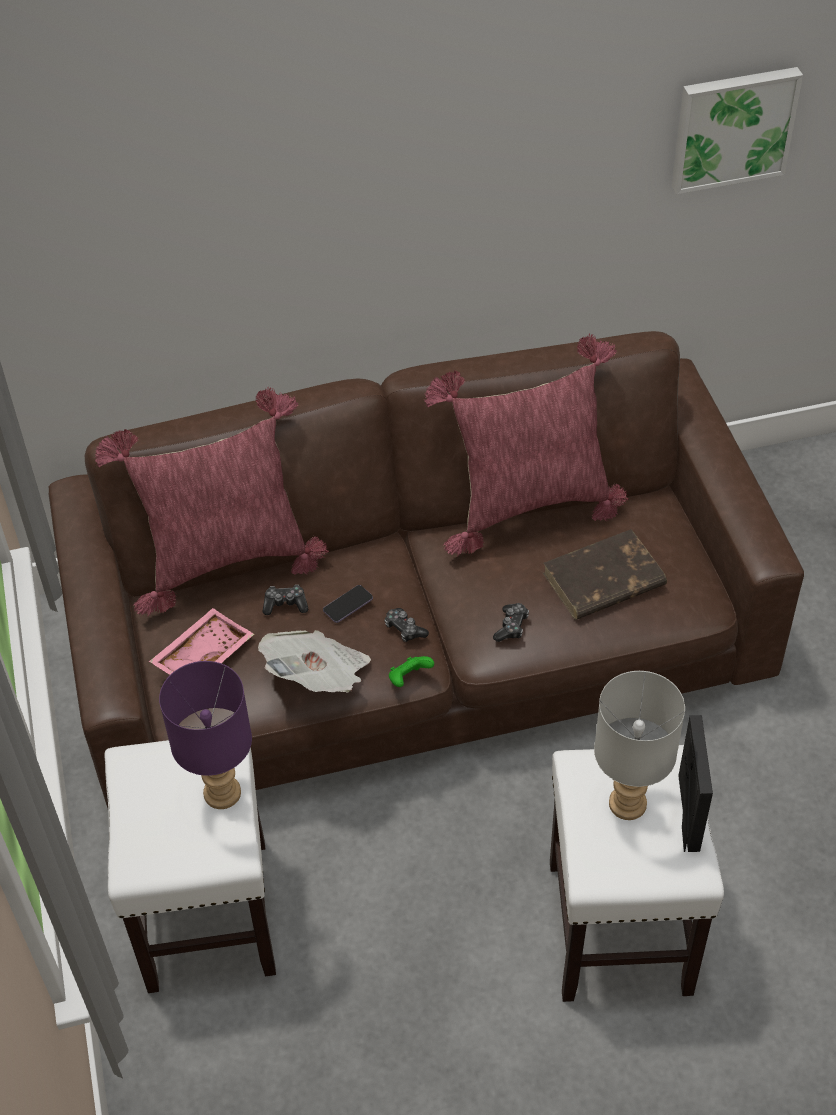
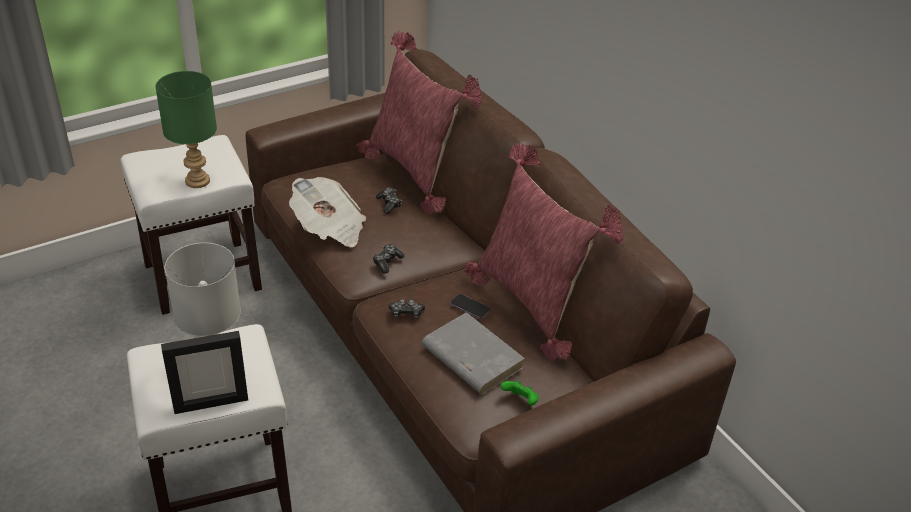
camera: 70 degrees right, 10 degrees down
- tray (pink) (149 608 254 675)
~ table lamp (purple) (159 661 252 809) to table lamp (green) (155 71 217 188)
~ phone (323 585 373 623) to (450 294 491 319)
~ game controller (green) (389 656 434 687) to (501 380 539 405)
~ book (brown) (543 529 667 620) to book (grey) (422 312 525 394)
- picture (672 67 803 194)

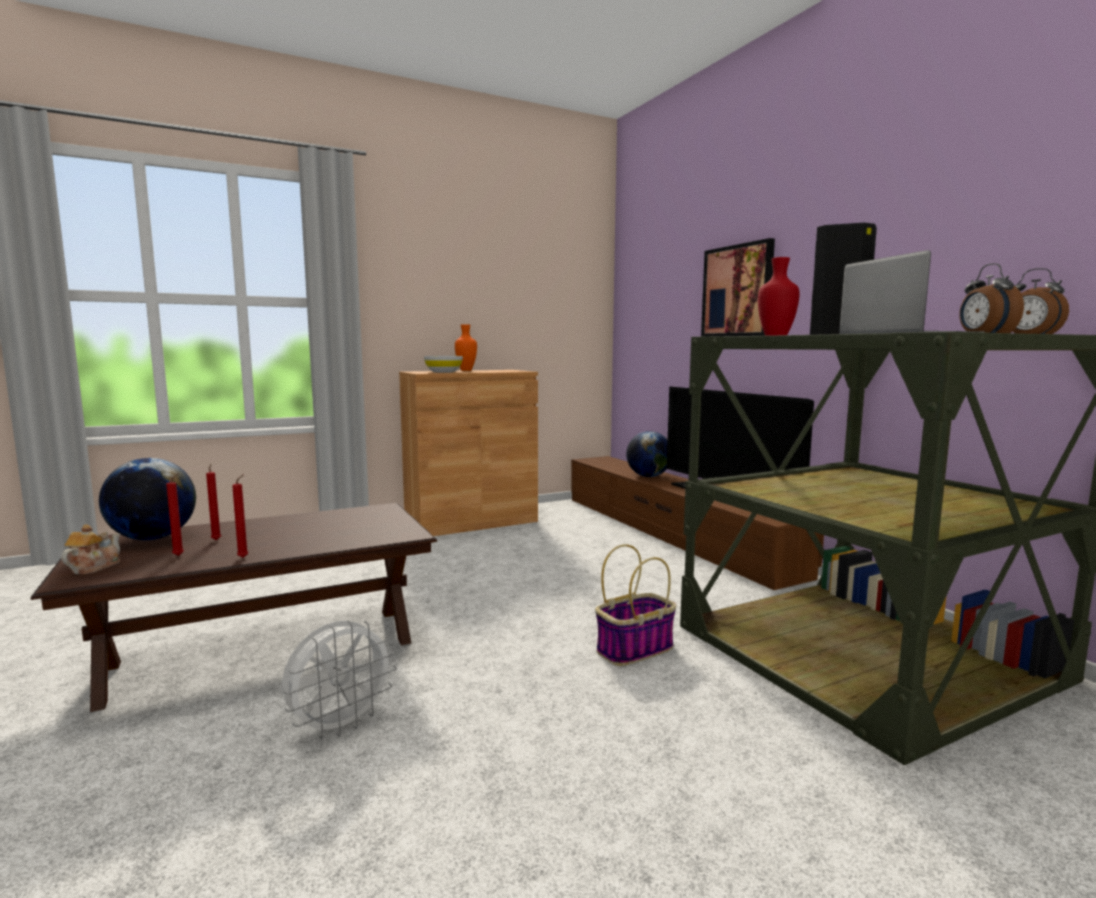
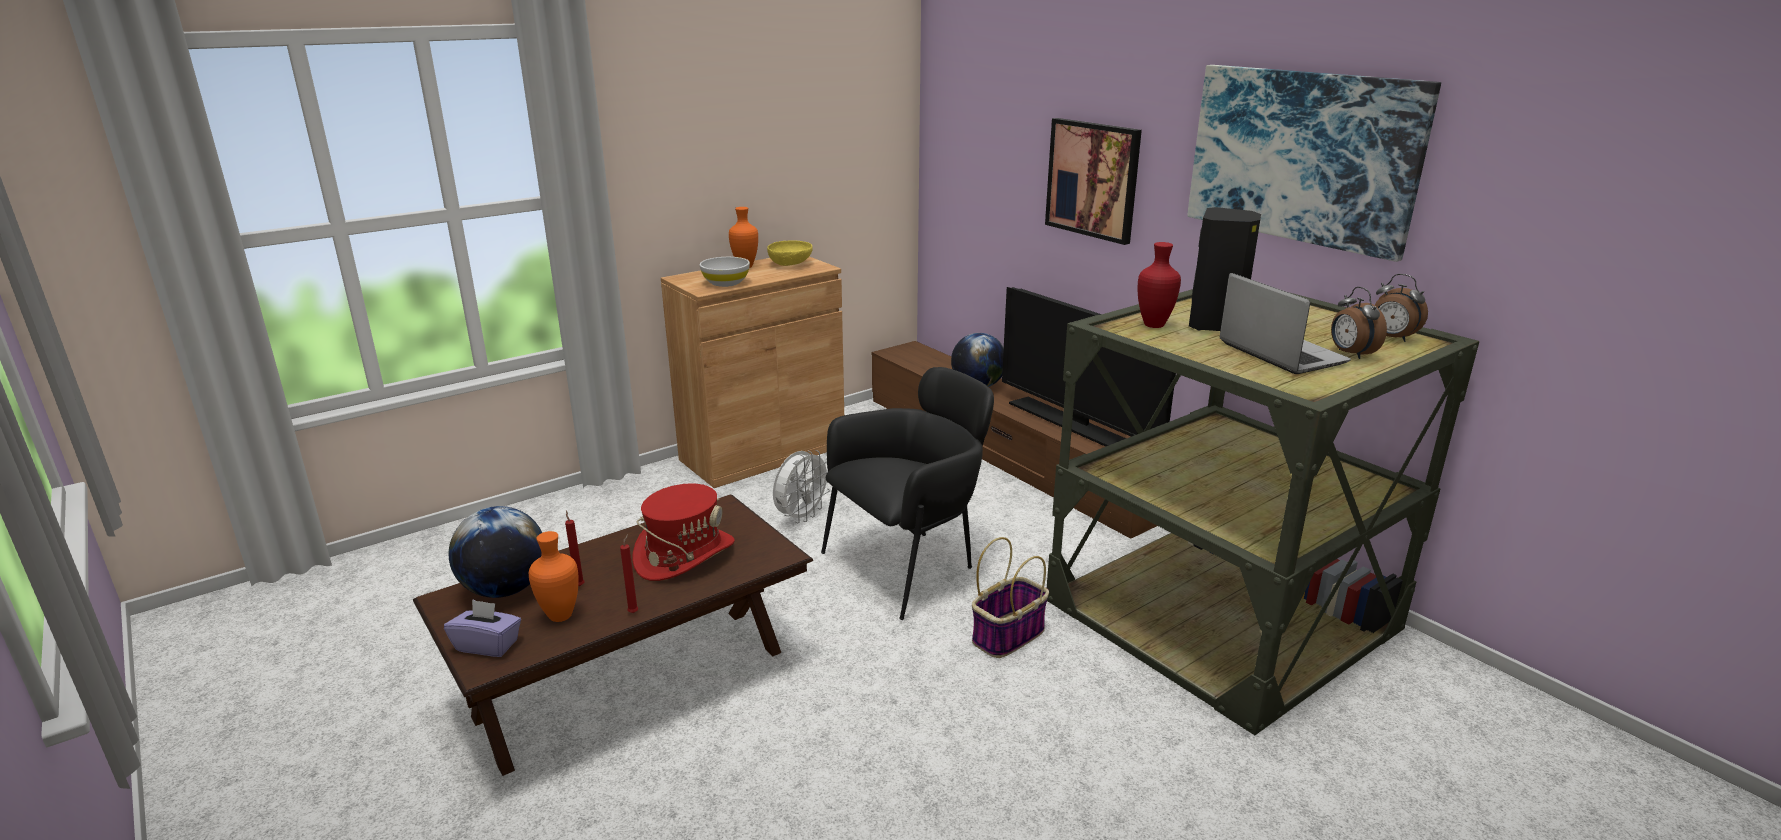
camera: 10 degrees left, 15 degrees up
~ teapot (61 524 121 574) to tissue box (purple) (444 599 521 657)
~ candle (red) (166 473 184 556) to vase (orange) (529 531 579 622)
~ fan (white) (282 621 397 739) to (773 450 830 523)
+ hat (red) (632 483 734 581)
+ bowl (yellow) (767 241 813 266)
+ armchair (black) (821 367 994 620)
+ picture (1187 65 1441 262)

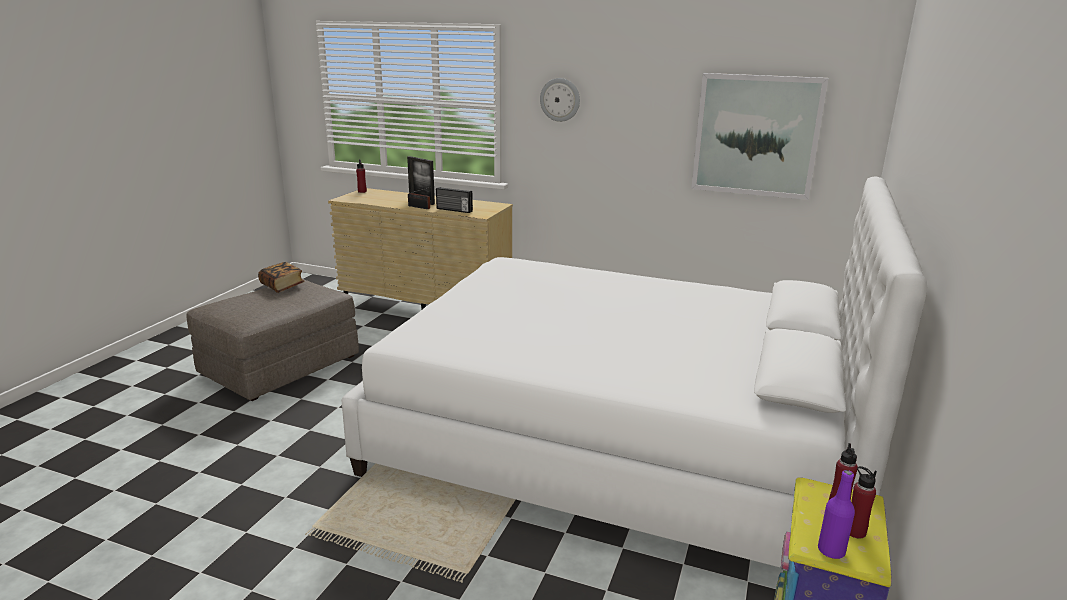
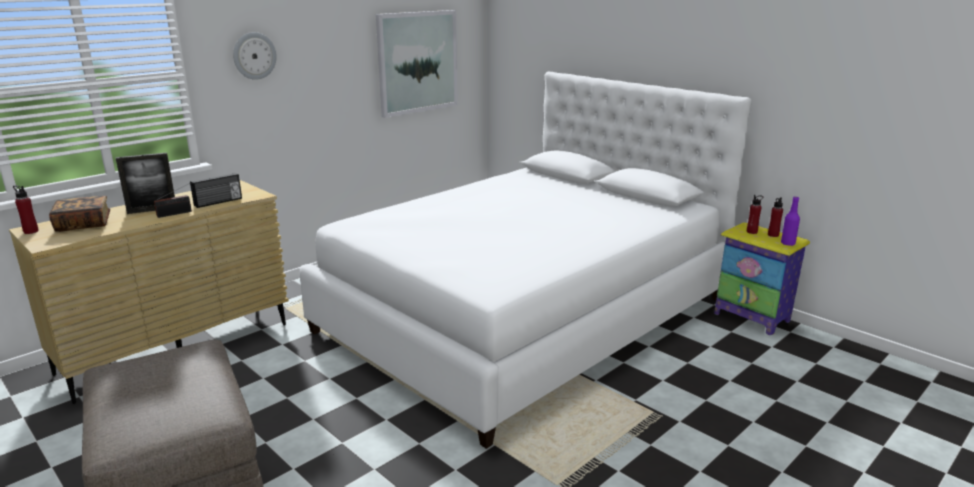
camera: 65 degrees left, 0 degrees up
~ book (258 262 305 293) to (49 195 110 232)

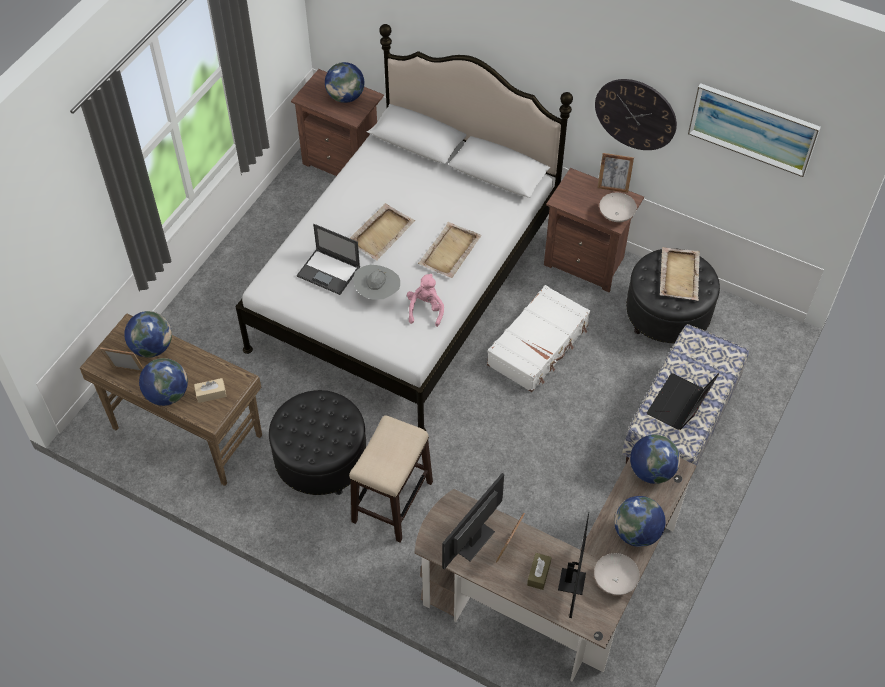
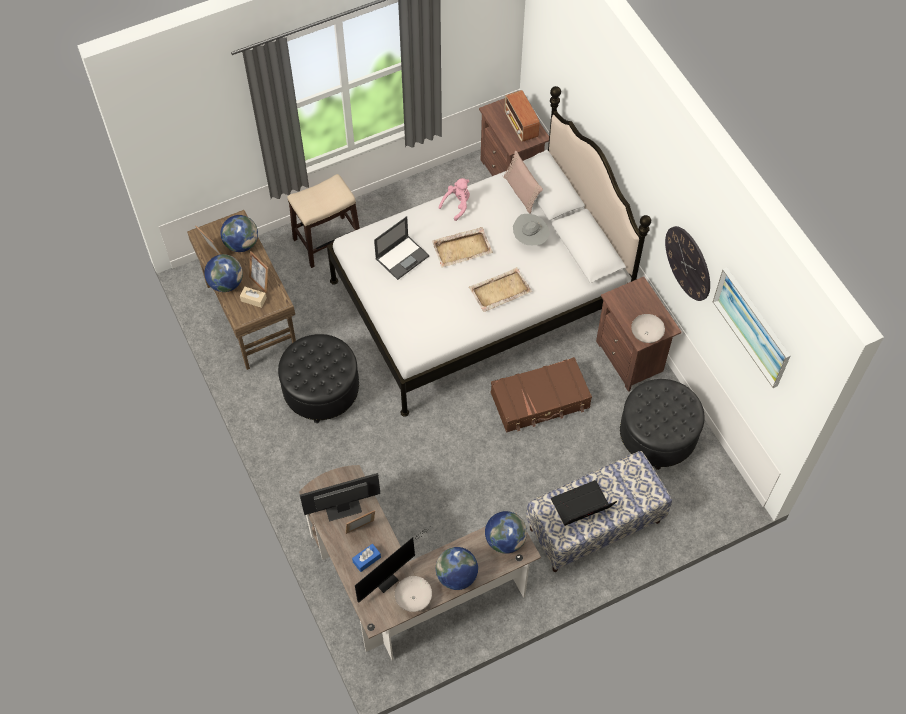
camera: 35 degrees right, 5 degrees up
~ laptop (297 224 360 295) = (374 216 429 280) 105 degrees counterclockwise
~ globe (325 62 364 103) to radio (504 90 540 142)
~ stool (349 415 433 543) to (287 174 360 268)
~ hat (grey) (354 264 400 300) to (513 214 550 245)
~ plush toy (pink) (407 274 444 327) to (439 178 470 221)
~ suitcase (white) (487 285 590 392) to suitcase (brown) (491 357 592 433)
~ tissue box (brown) (527 553 552 590) to tissue box (blue) (352 544 381 572)
~ picture frame (597 153 634 193) to (249 251 269 294)
- tray (beige) (660 247 700 301)
+ pillow (beige) (503 151 543 214)

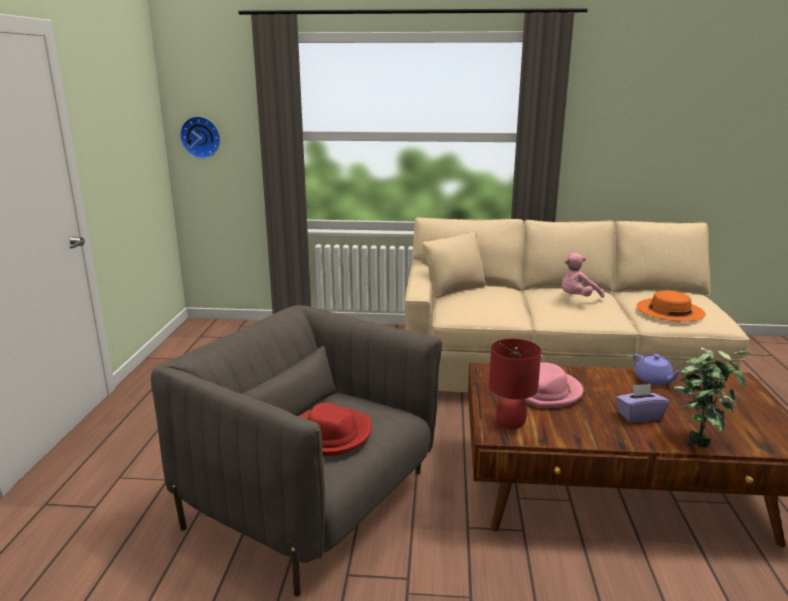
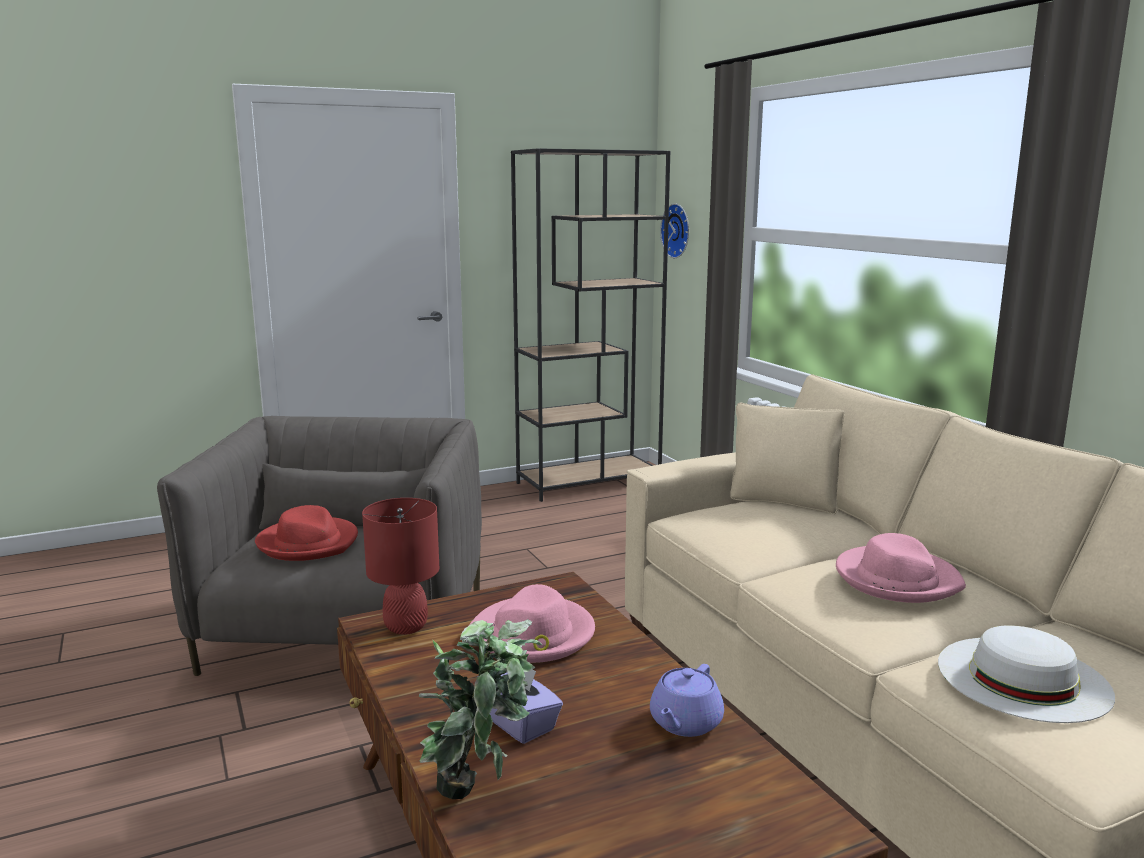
camera: 60 degrees right, 5 degrees down
~ plush toy (pink) (561 253 605 298) to hat (pink) (836 533 966 603)
~ hat (orange) (636 291 705 322) to hat (white) (938 625 1115 723)
+ bookcase (511 148 670 502)

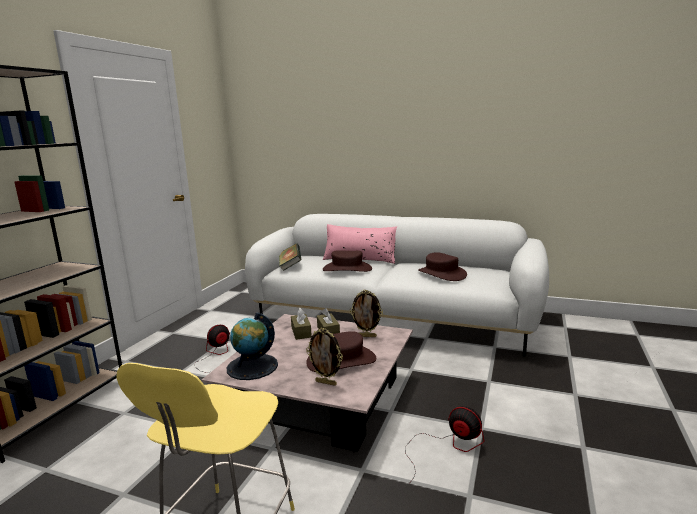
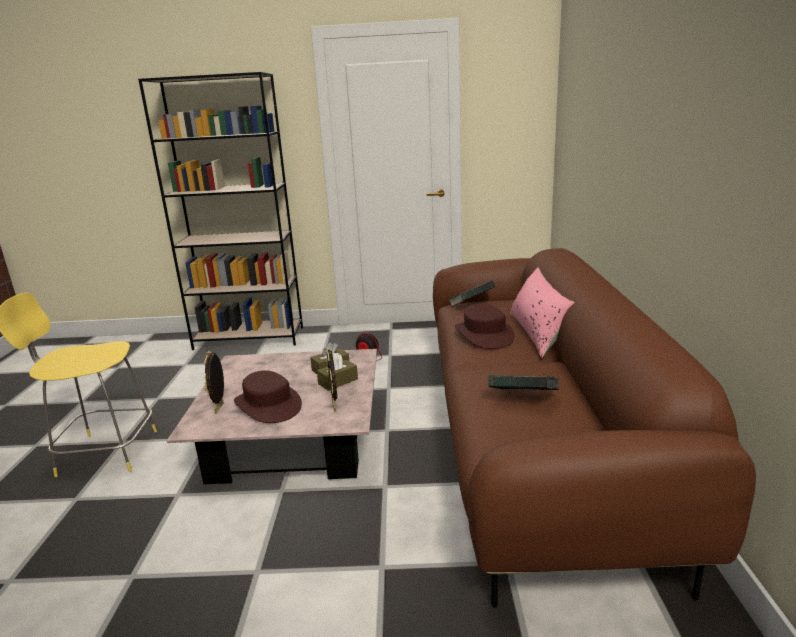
camera: 70 degrees right, 5 degrees up
- globe (227 313 278 380)
~ sofa (white) (245 214 549 357) to sofa (brown) (433 248 756 608)
- fan (405 406 484 481)
~ hat (brown) (418 252 467 281) to book (488 375 559 390)

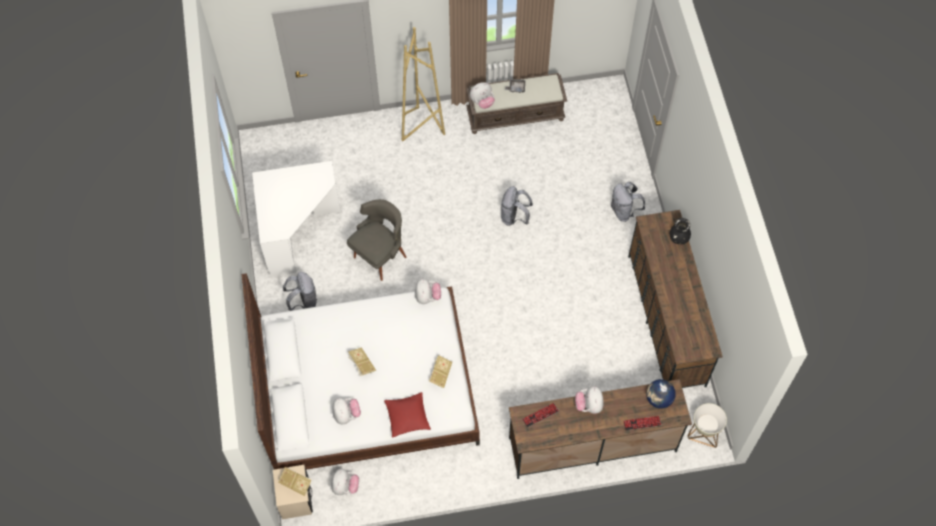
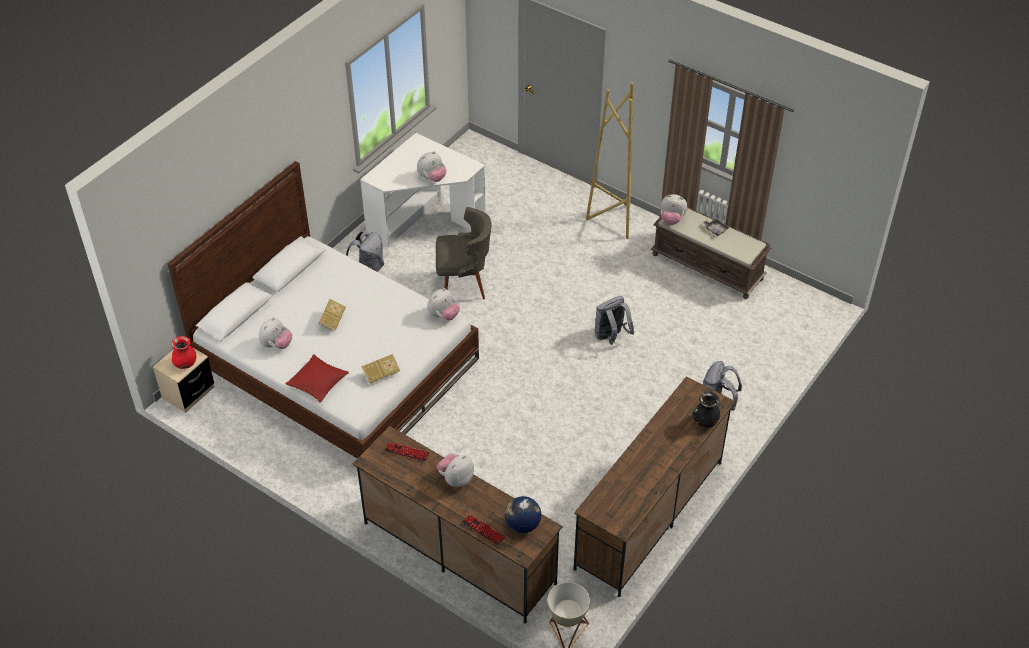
camera: 45 degrees right, 15 degrees down
~ book (278 467 312 496) to vase (red) (171 336 197 369)
~ plush toy (332 469 359 495) to (417 151 447 182)

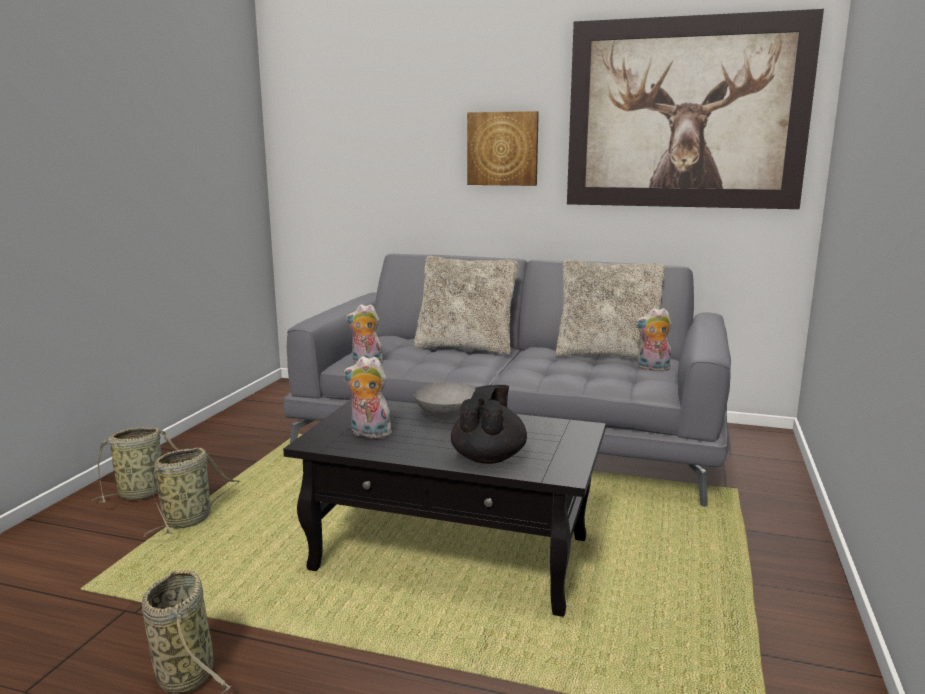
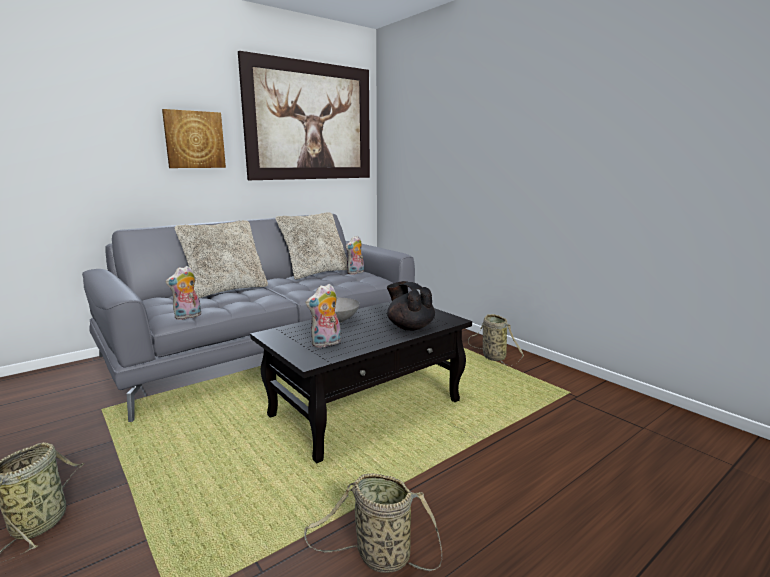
camera: 55 degrees left, 0 degrees up
~ basket (144 448 241 537) to (468 314 524 366)

